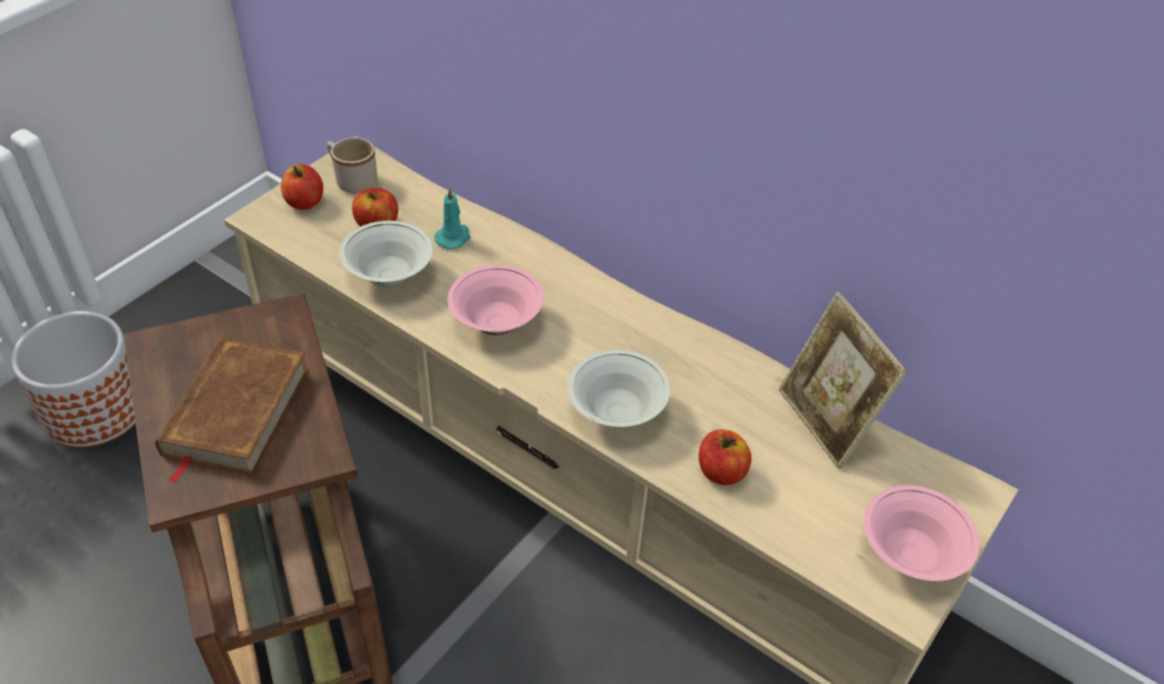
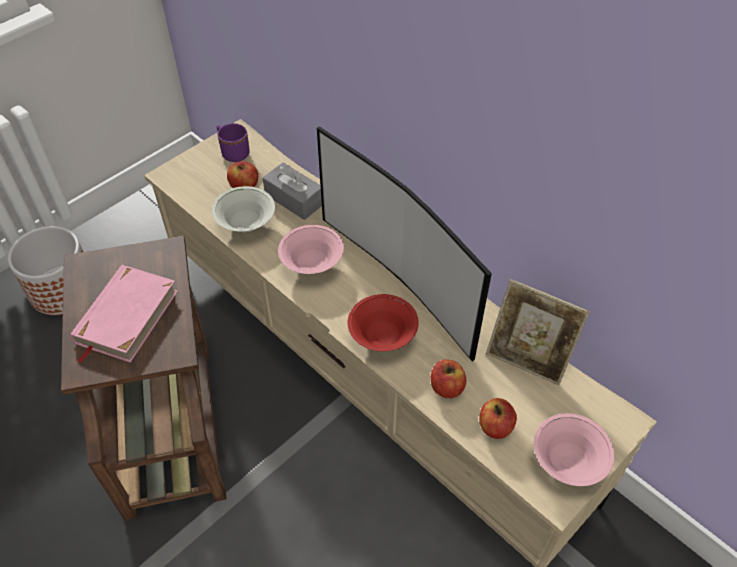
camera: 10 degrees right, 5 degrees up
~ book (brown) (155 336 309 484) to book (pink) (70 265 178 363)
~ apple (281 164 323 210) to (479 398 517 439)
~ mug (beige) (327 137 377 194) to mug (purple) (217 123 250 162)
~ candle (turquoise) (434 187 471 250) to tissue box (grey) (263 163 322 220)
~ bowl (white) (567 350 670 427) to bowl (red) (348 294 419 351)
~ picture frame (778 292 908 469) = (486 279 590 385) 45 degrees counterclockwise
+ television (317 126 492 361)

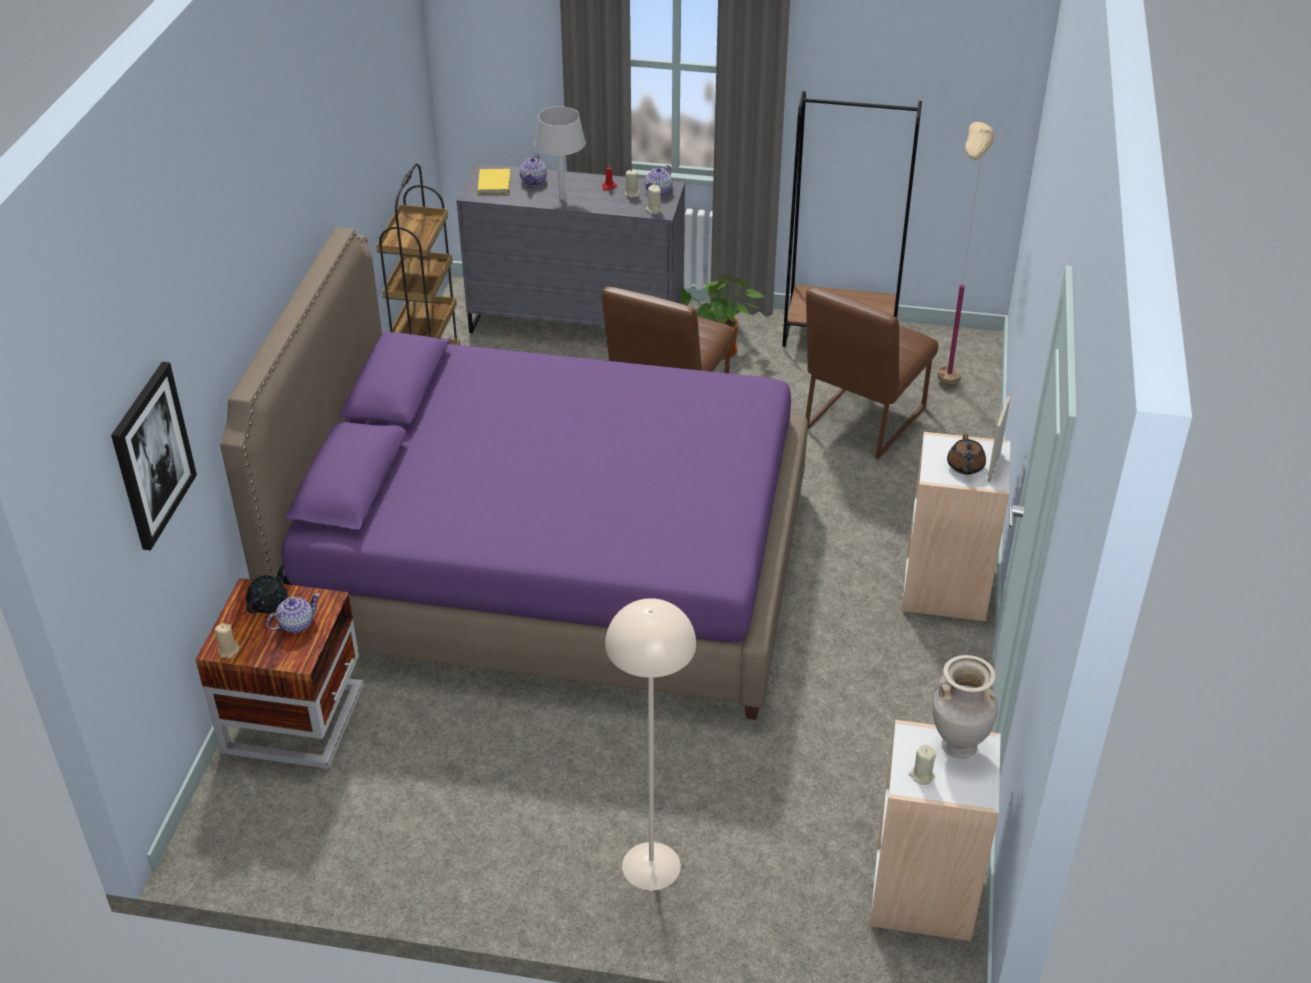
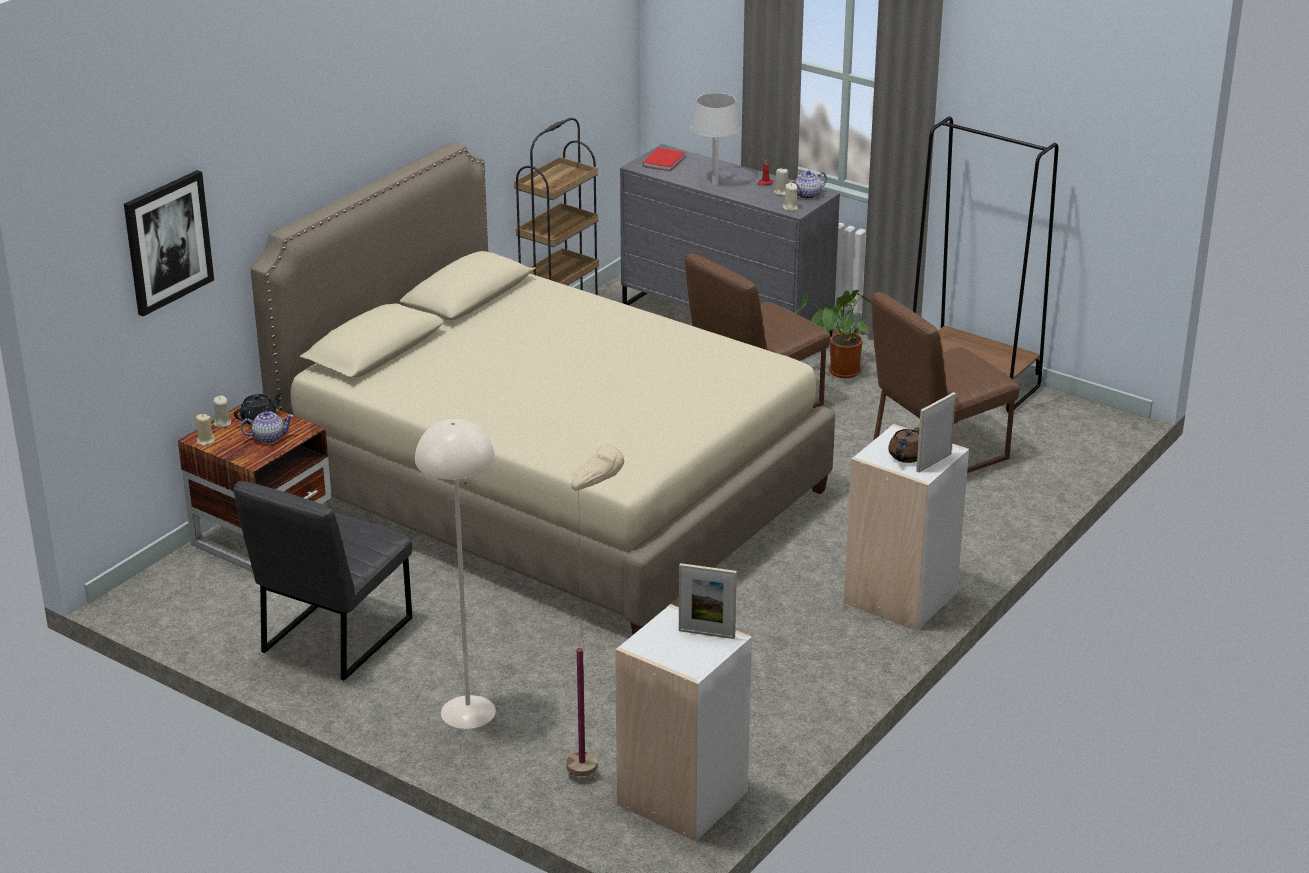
camera: 25 degrees right, 10 degrees down
~ bed (purple) (220 228 808 720) to bed (beige) (251 143 835 635)
~ book (yellow) (478 169 510 194) to book (red) (643 148 685 171)
- teapot (520 154 547 186)
~ candle (beige) (909 745 936 785) to (213 396 231 428)
~ vase (beige) (933 655 998 759) to picture frame (679 563 737 639)
~ floor lamp (beige) (937 122 994 384) to (566 444 624 776)
+ chair (grey) (233 481 412 681)

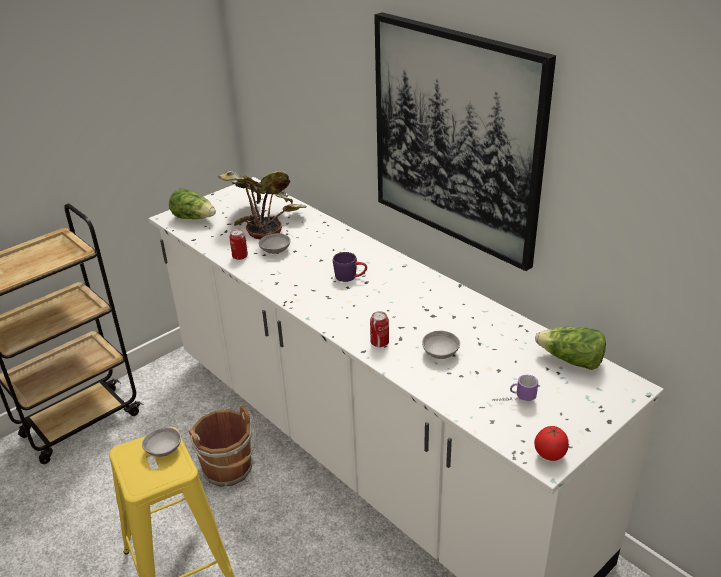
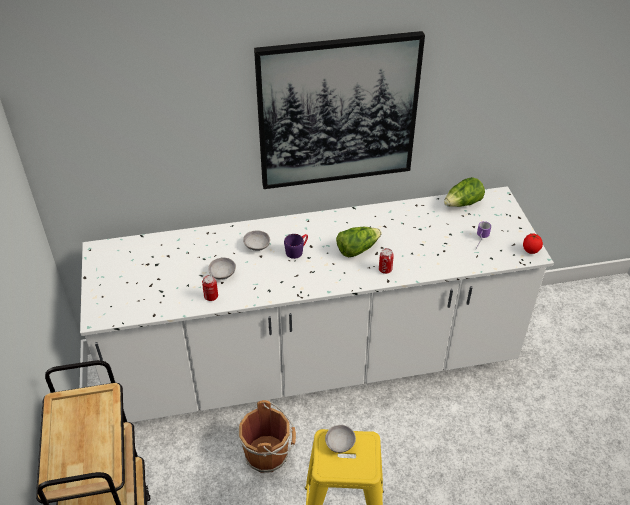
camera: 60 degrees left, 10 degrees up
~ lettuce (169 188 216 219) to (336 227 382 257)
- potted plant (218 170 307 239)
~ bowl (grey) (422 331 460 359) to (243 230 270 251)

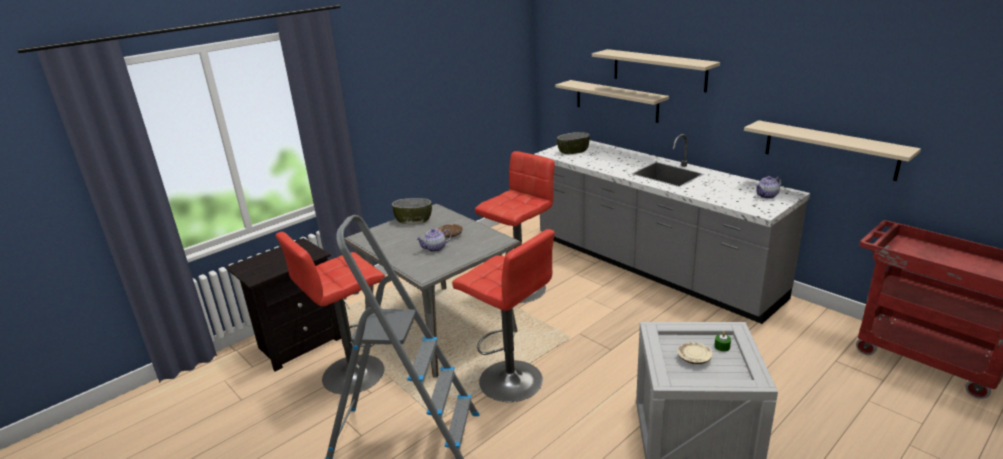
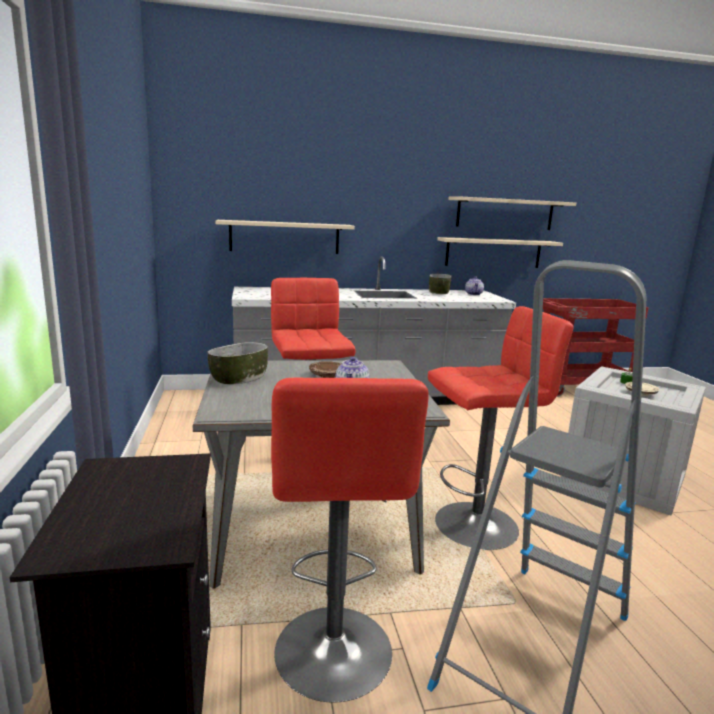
camera: 60 degrees left, 10 degrees down
~ bowl (557 132 590 154) to (429 274 452 294)
~ shelf (beige) (592 49 720 92) to (448 196 576 230)

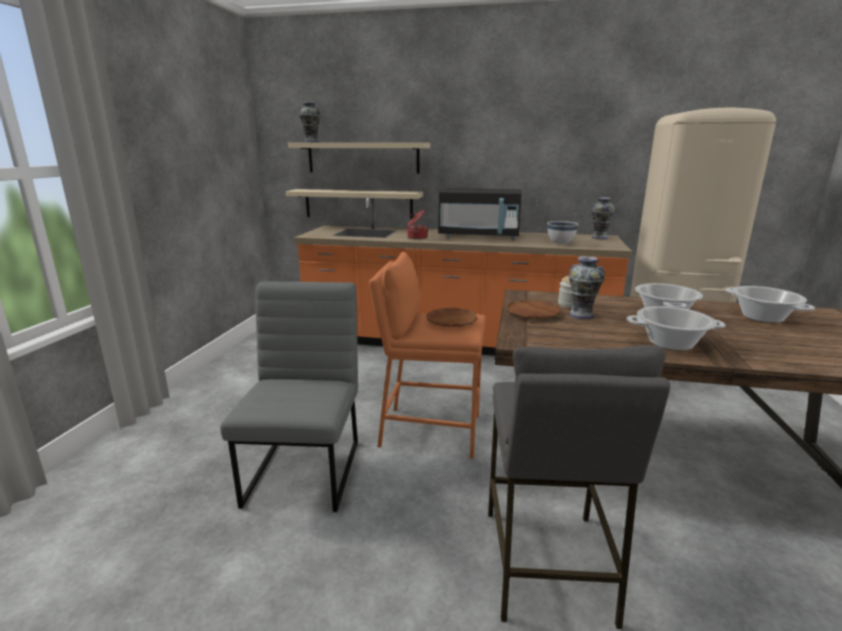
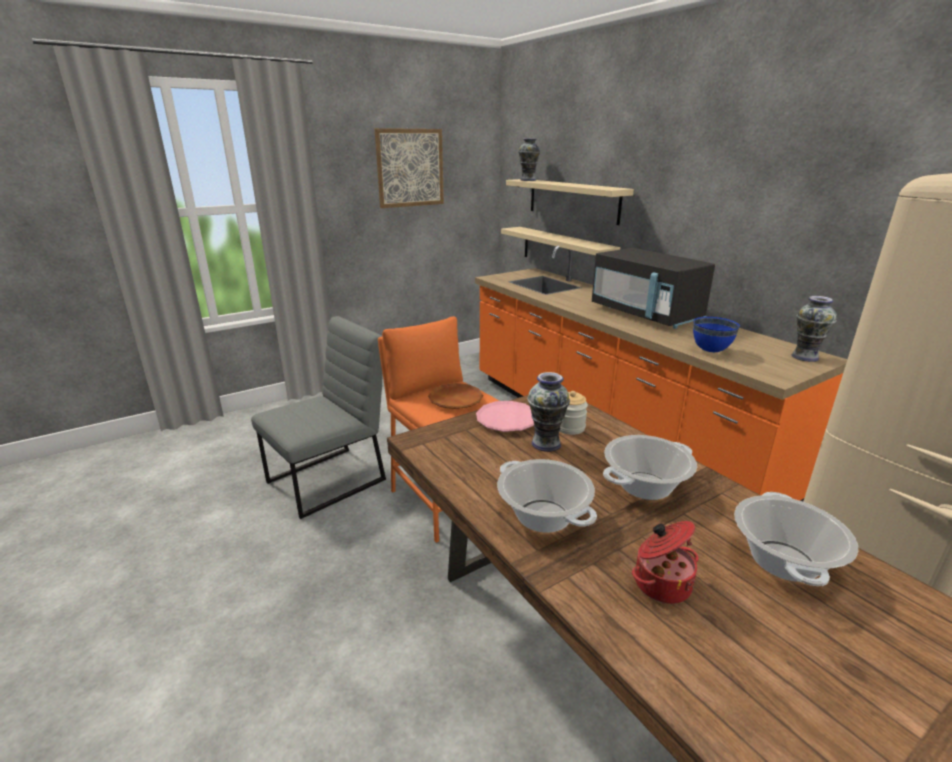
camera: 45 degrees right, 5 degrees up
~ cooking pot (407 210 429 240) to (632 521 699 604)
- stool (grey) (488 345 670 629)
~ plate (brown) (507 300 561 319) to plate (pink) (476 401 534 432)
~ bowl (white) (547 221 578 245) to bowl (blue) (693 317 740 352)
+ picture (375 128 444 208)

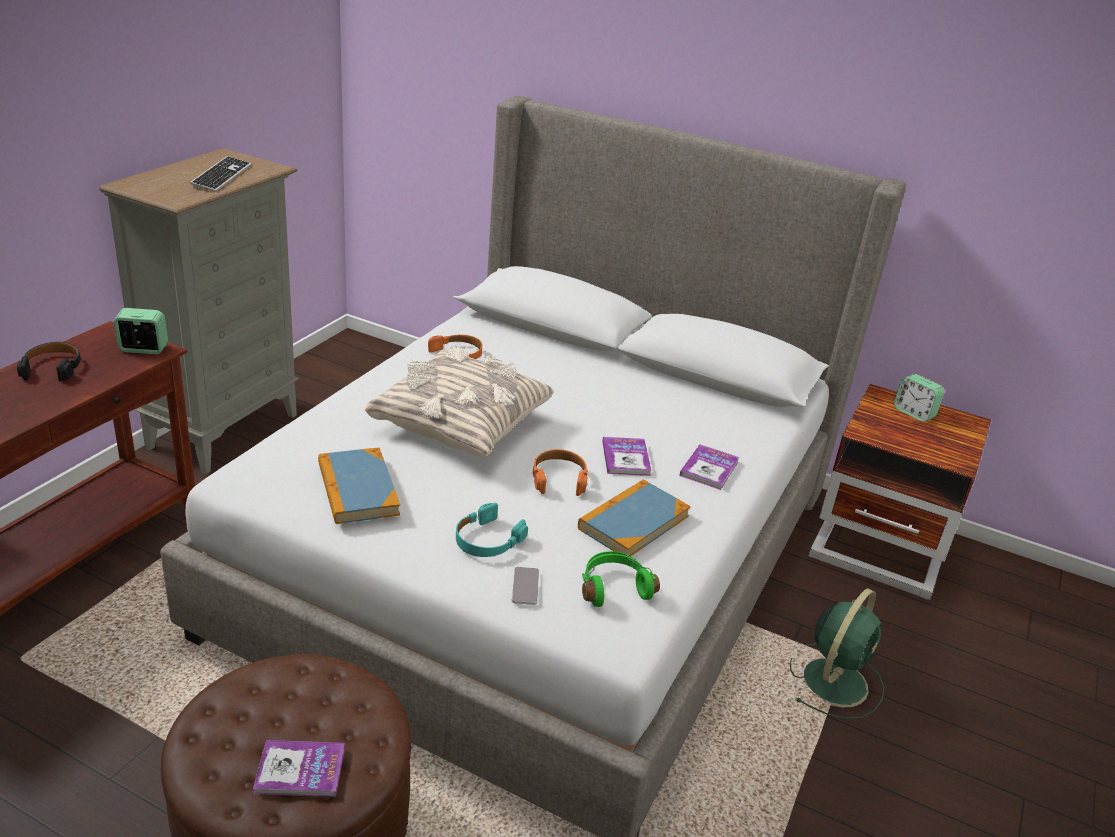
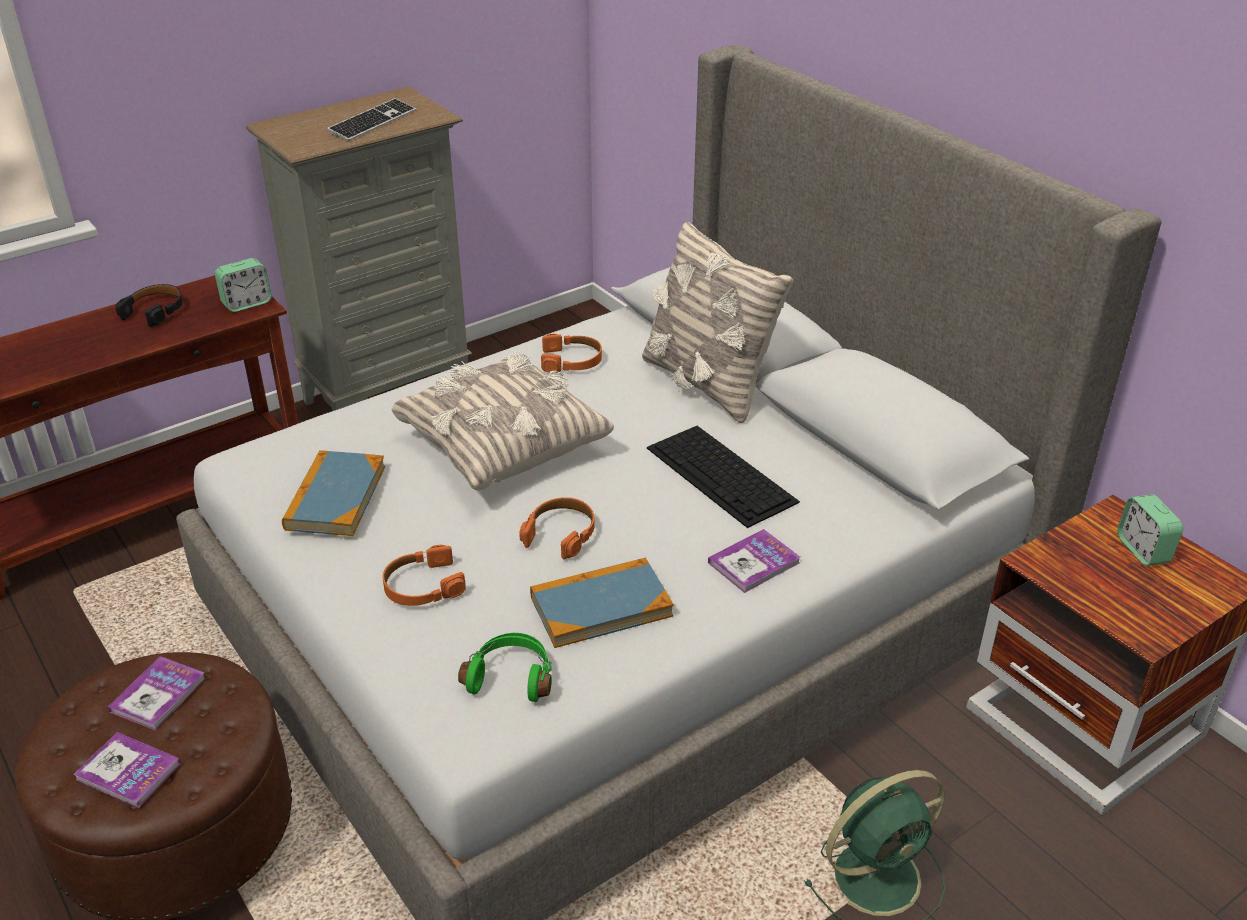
camera: 30 degrees right, 5 degrees up
~ alarm clock (114 308 168 354) = (215 258 272 312) 120 degrees clockwise
~ headphones (turquoise) (456 503 528 557) to headphones (orange) (383 545 466 606)
- phone (512 567 539 605)
~ book (602 437 652 476) to (108 656 206 730)
+ pillow (beige) (642 222 793 423)
+ keyboard (647 426 800 528)

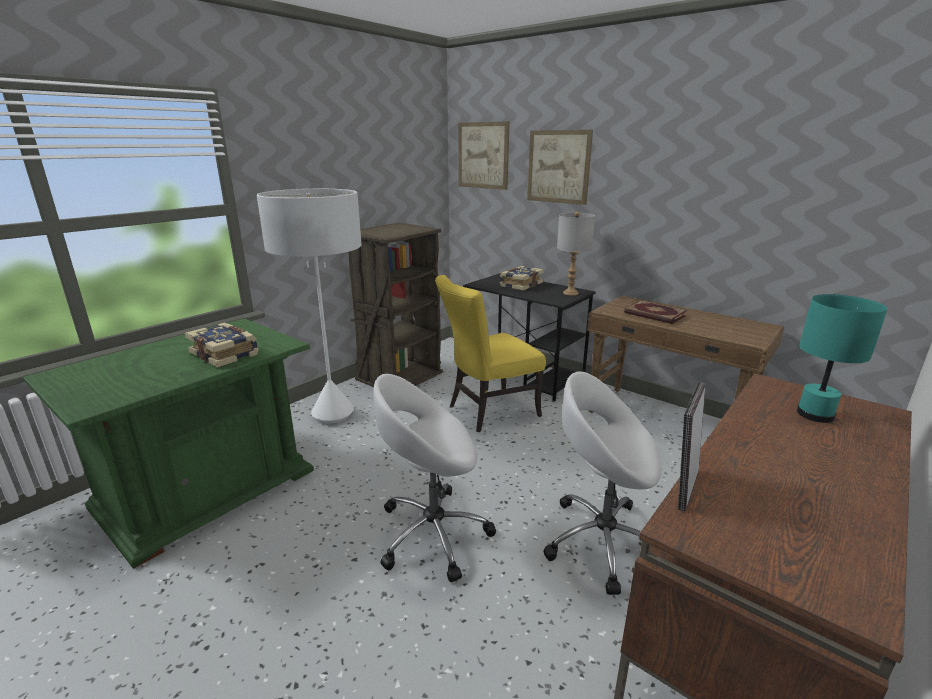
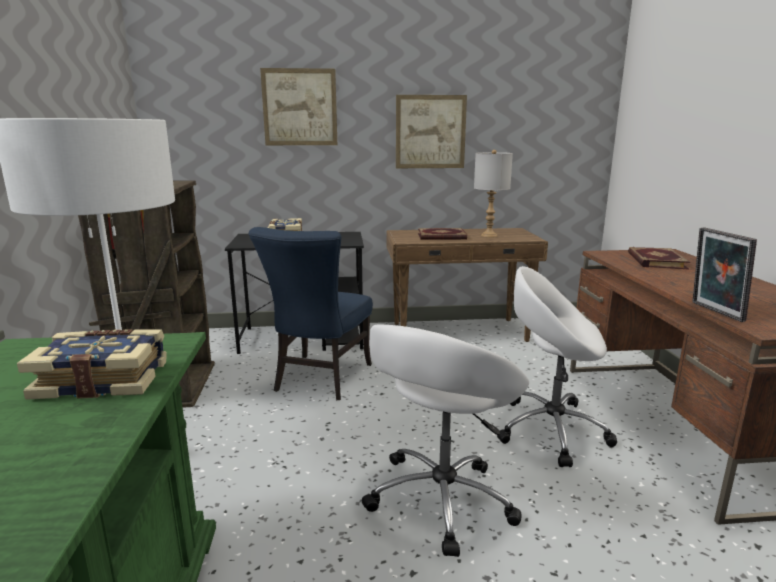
camera: 45 degrees left, 5 degrees down
~ chair (yellow) (435 275 546 432) to chair (blue) (248 227 373 401)
~ picture (458 121 510 190) to (396 95 467 168)
~ office chair (white) (543 371 662 595) = (497 266 617 467) 45 degrees clockwise
~ table lamp (grey) (557 212 595 295) to (474 150 513 238)
~ table lamp (turquoise) (797 294 887 423) to book (628 247 690 269)

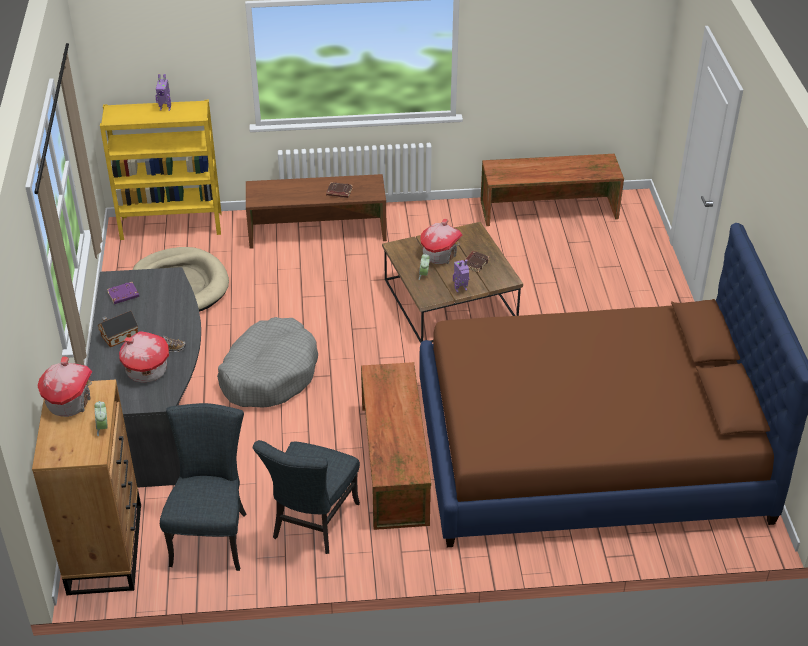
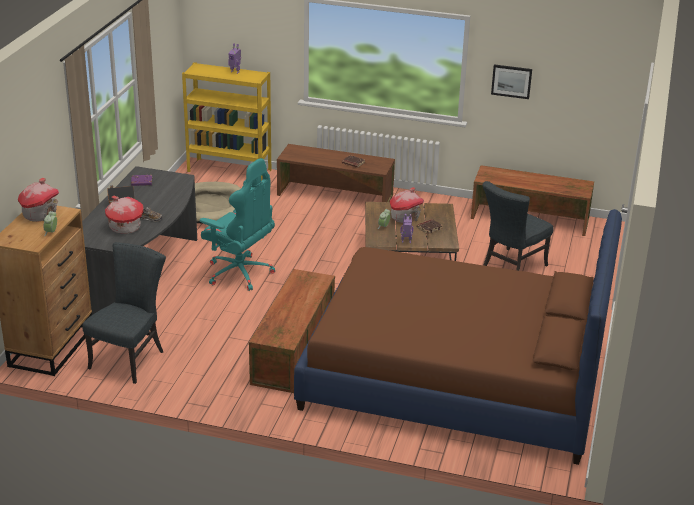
camera: 20 degrees right, 10 degrees down
~ dog bed (grey) (217 317 318 407) to office chair (turquoise) (200 158 275 291)
~ chair (grey) (253 440 360 554) to (482 181 554 271)
+ picture (491 64 532 99)

